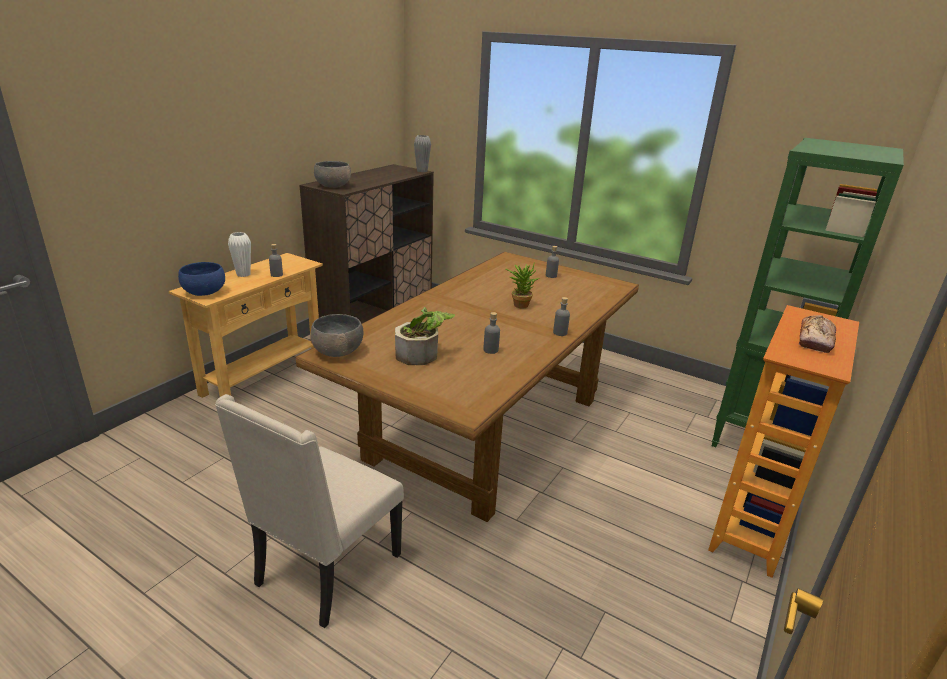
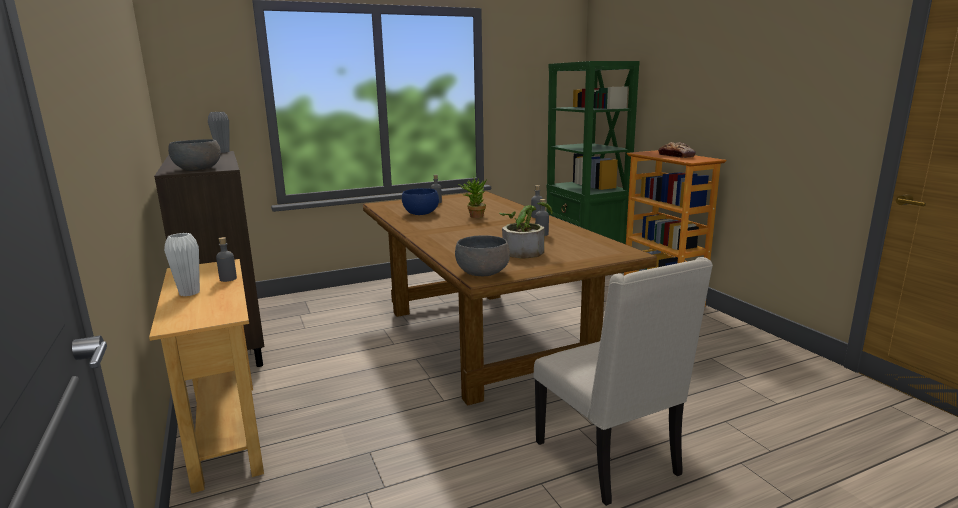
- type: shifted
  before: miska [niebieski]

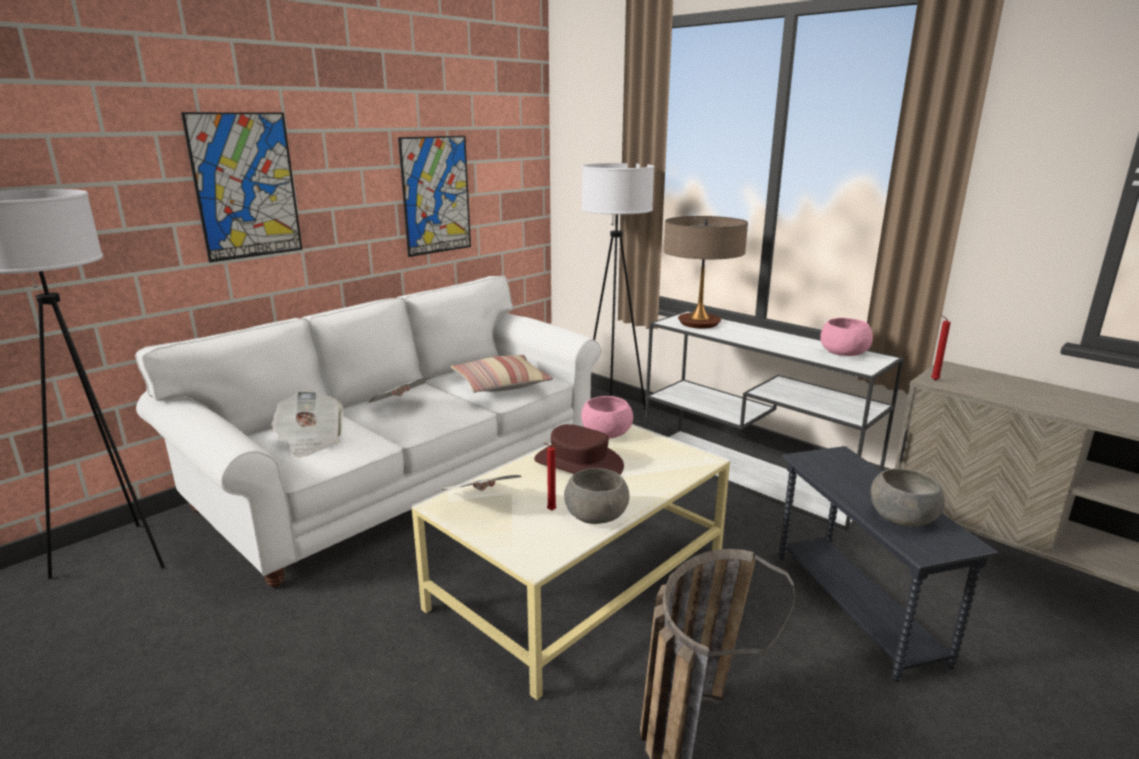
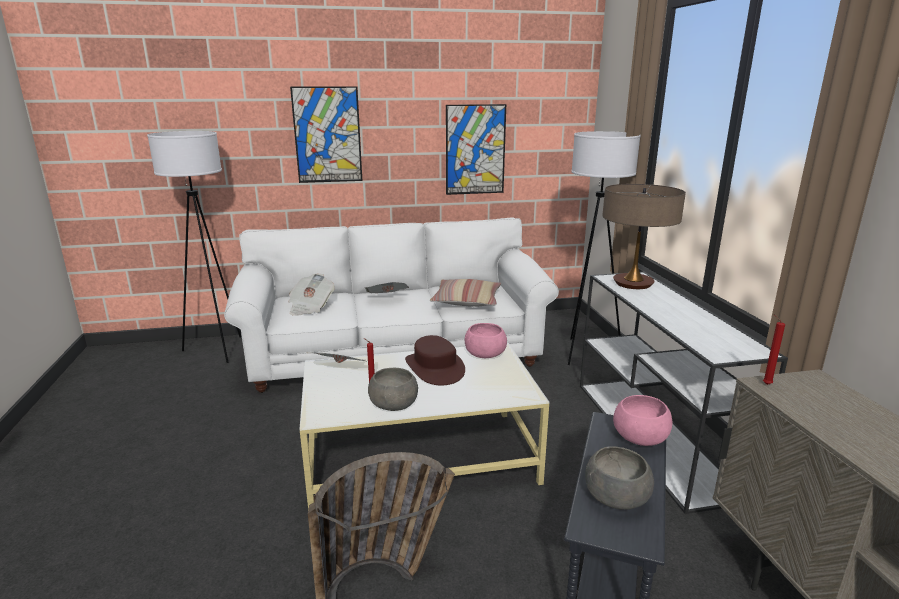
- type: shifted
  before: miska [różowy] (no. 2 from left)

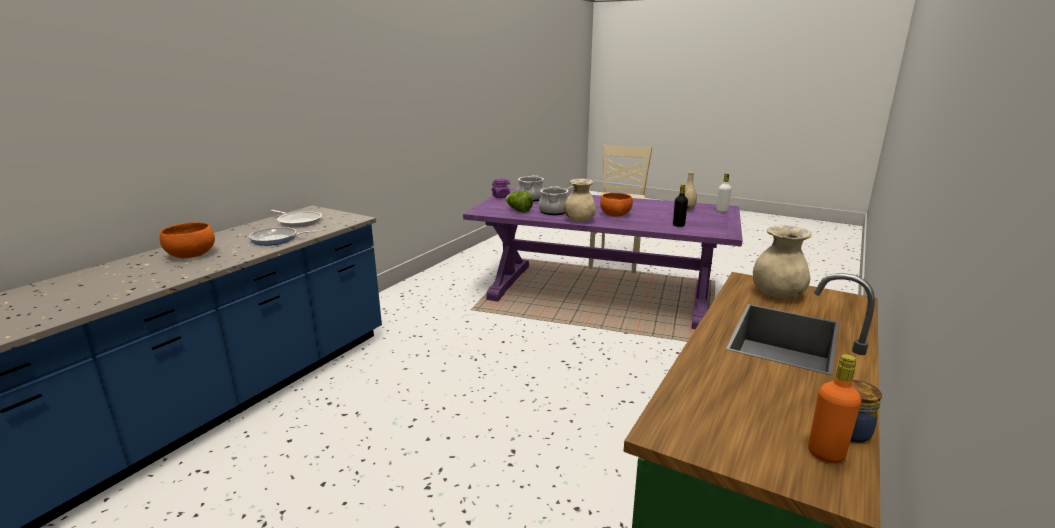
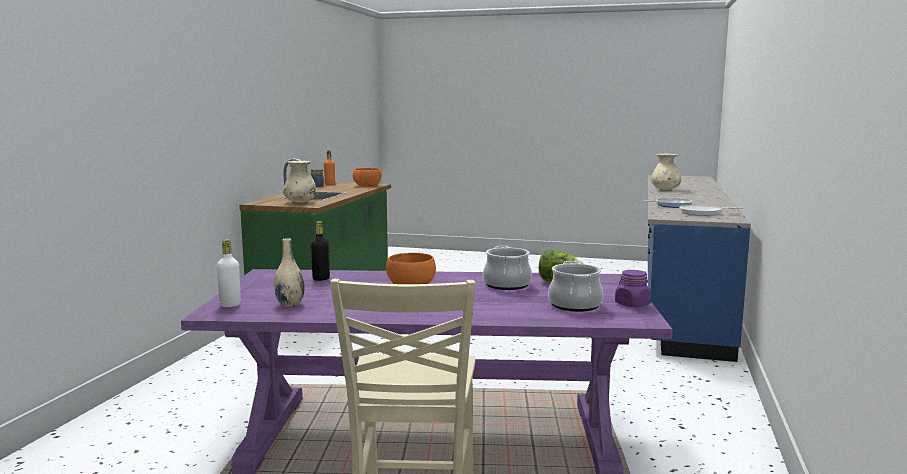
- type: shifted
  before: miska [pomarańczowy] (no. 1 from left)
- type: shifted
  before: wazon [beżowy] (no. 1 from left in the first image)
  after: wazon [beżowy] (no. 3 from left)

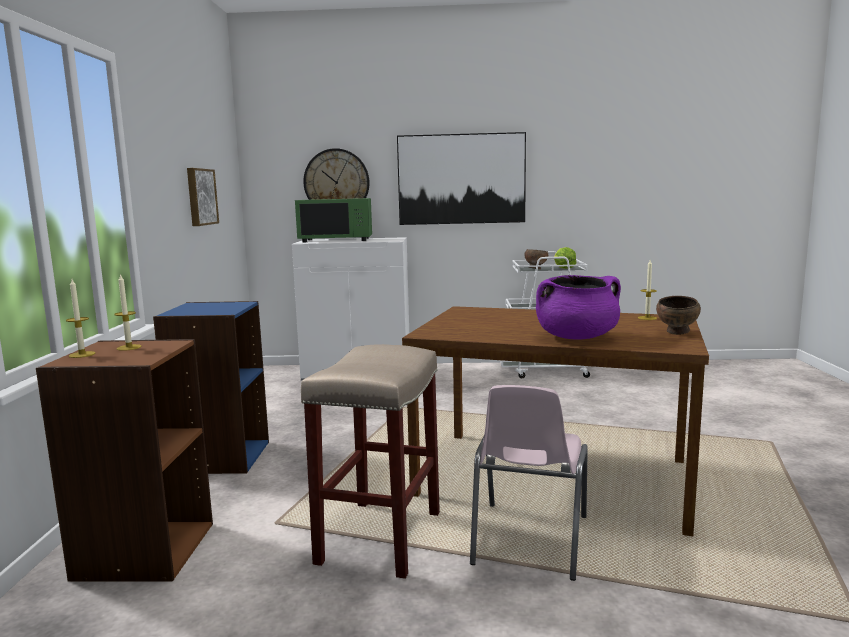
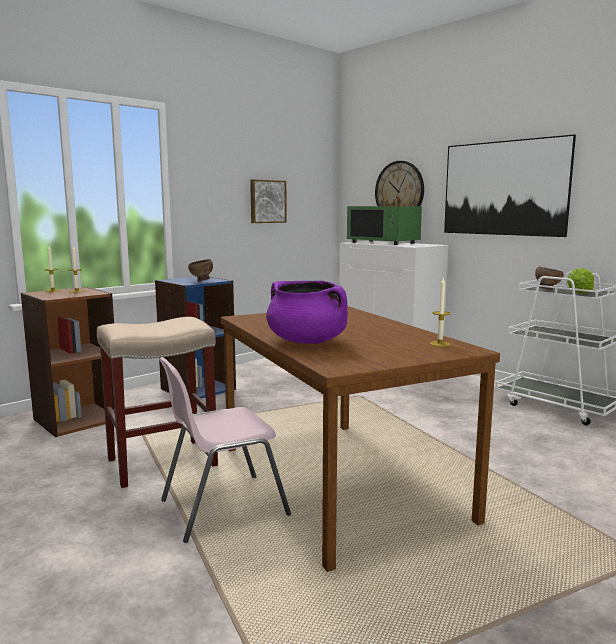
- type: shifted
  before: miska [brązowy] (no. 2 from left in the first image)
  after: miska [brązowy] (no. 1 from left)

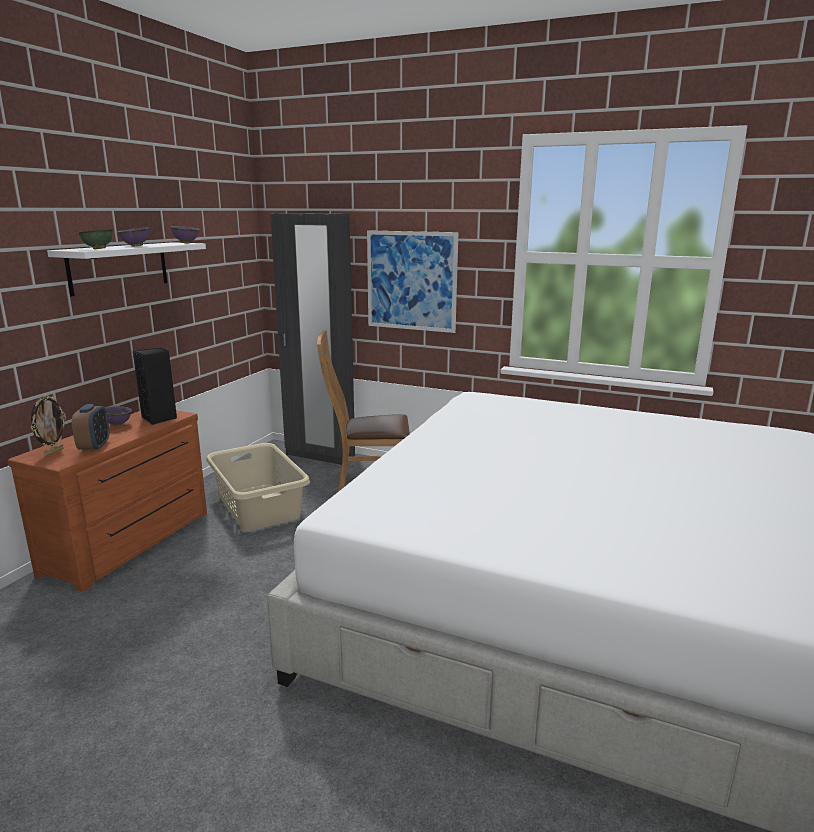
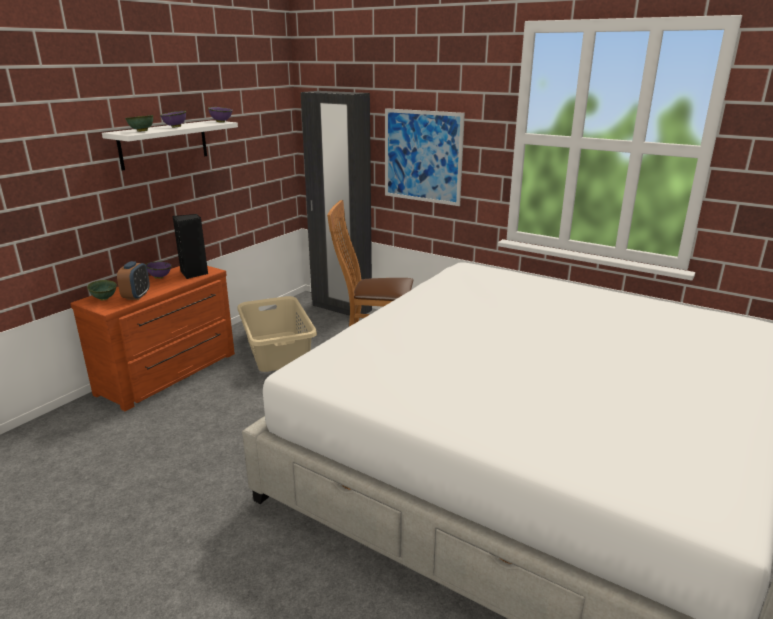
- type: swapped
  before: ramka na zdjęcie
  after: miska [zielony] (no. 1 from left)

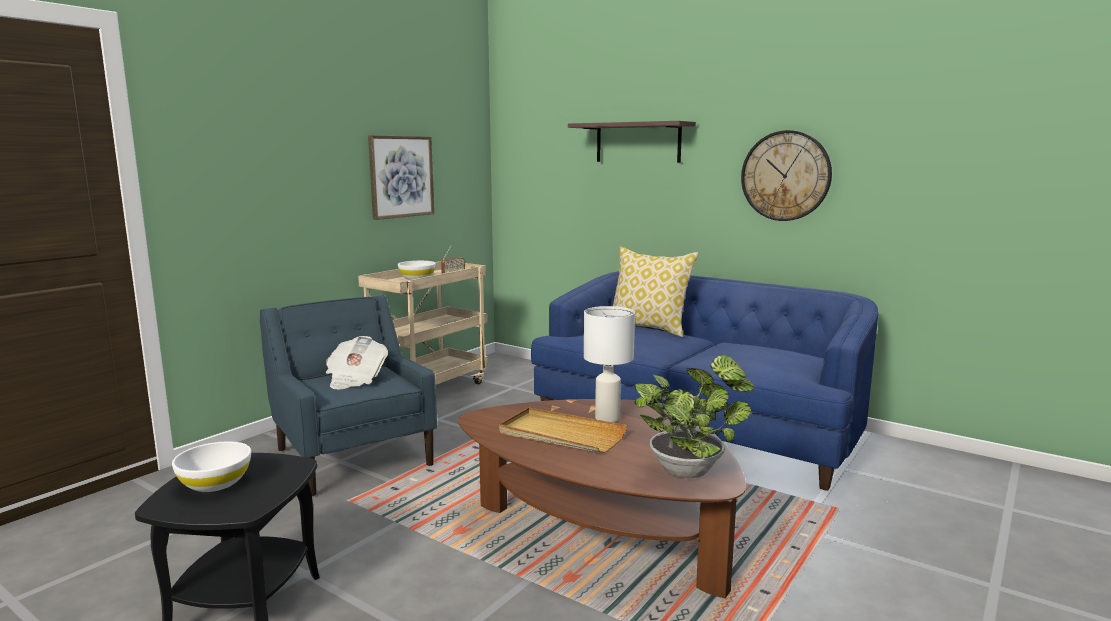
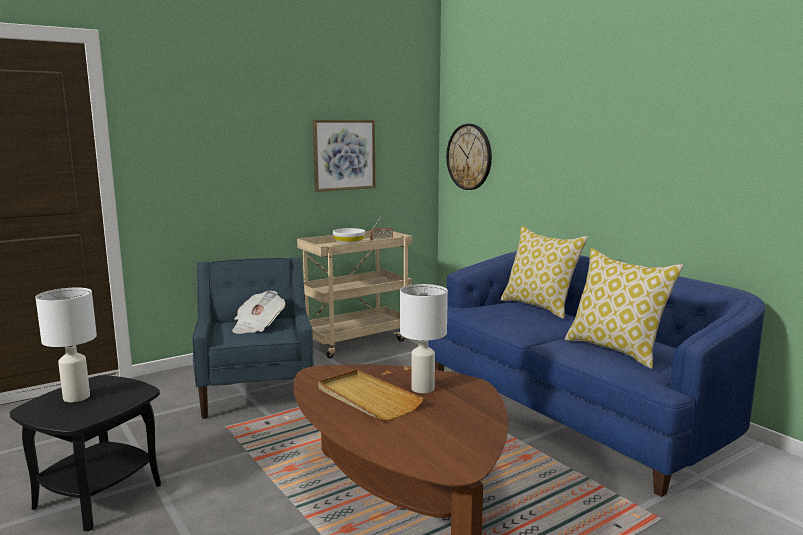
- type: gone
  before: półka
- type: gone
  before: roślina doniczkowa
- type: new
  after: poduszka (no. 2 from left)
- type: shifted
  before: zegar ścienny
- type: swapped
  before: miska [biały] (no. 1 from left)
  after: lampa stołowa [biały] (no. 1 from left)

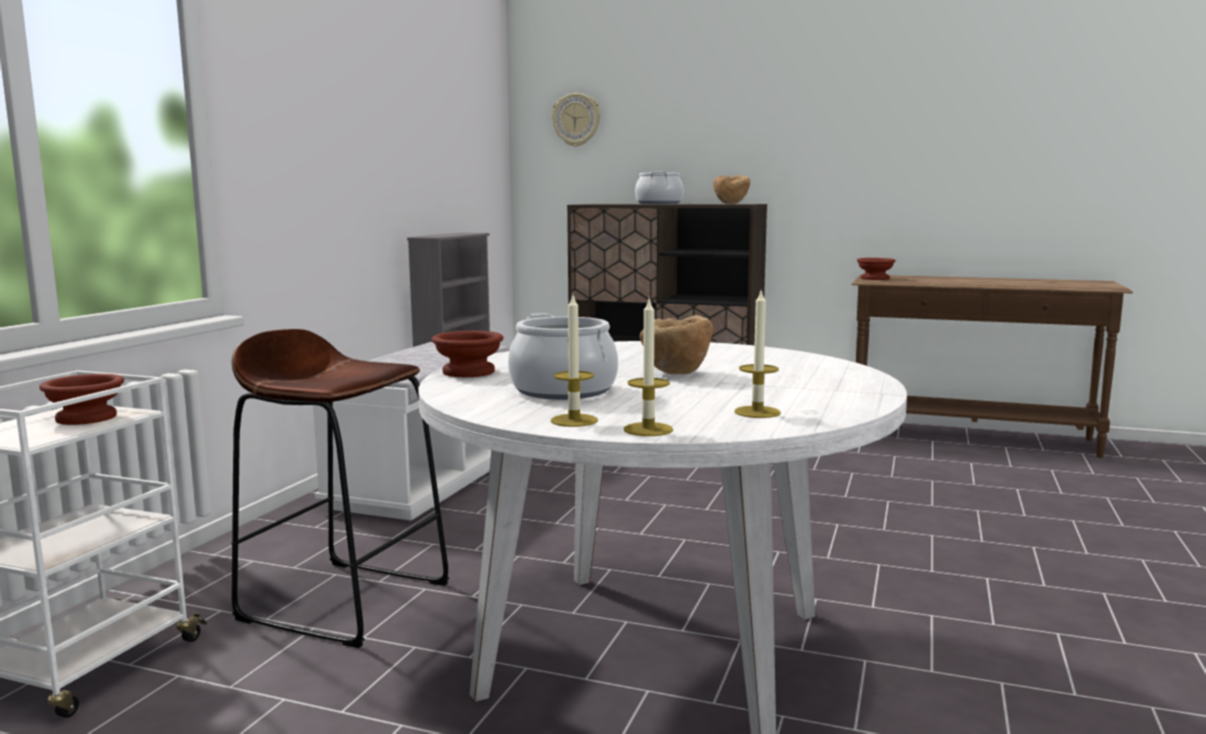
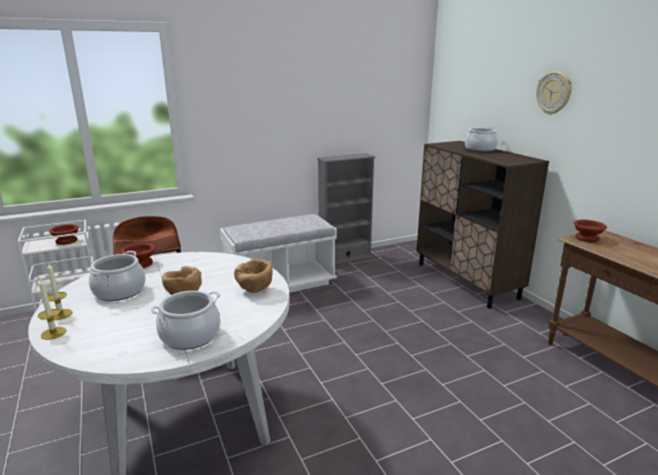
- type: gone
  before: świeca (no. 3 from left)
- type: new
  after: garnek (no. 2 from left)
- type: shifted
  before: zegar ścienny
- type: shifted
  before: miska [brązowy] (no. 4 from left)

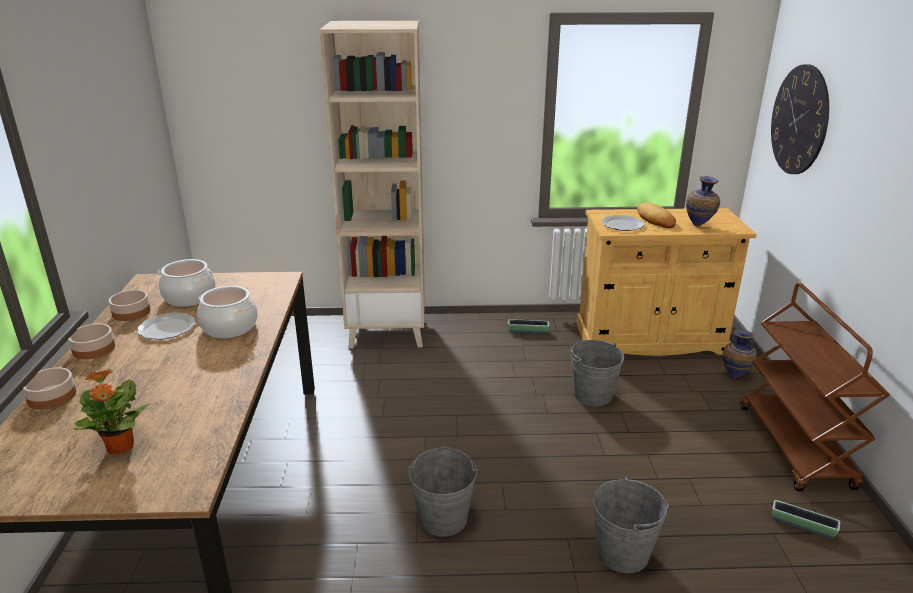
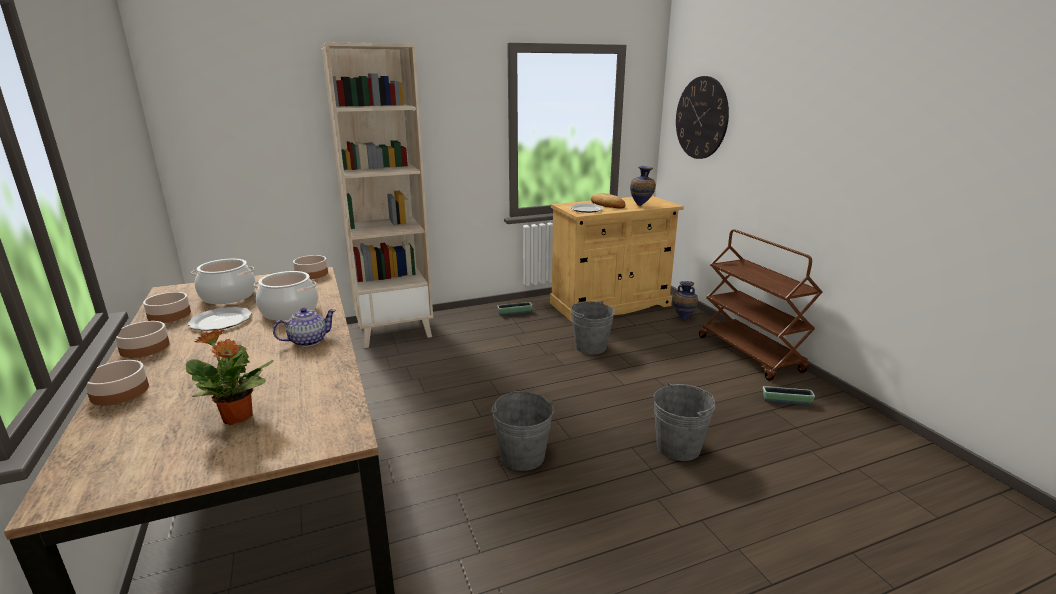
- type: new
  after: imbryk
- type: new
  after: miska (no. 4 from left)

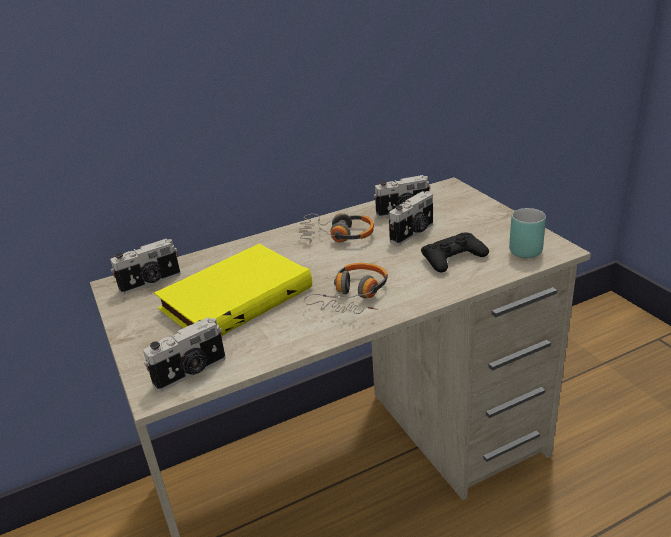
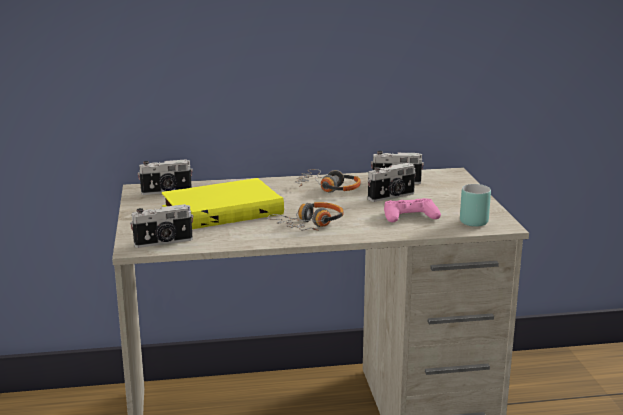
- type: repainted
  before: pad do gier [czarny]
  after: pad do gier [różowy]

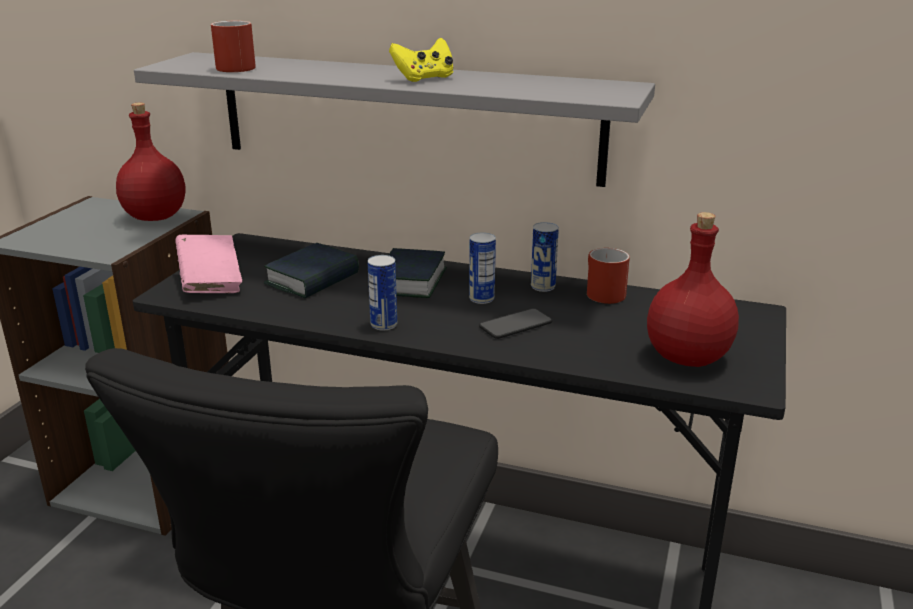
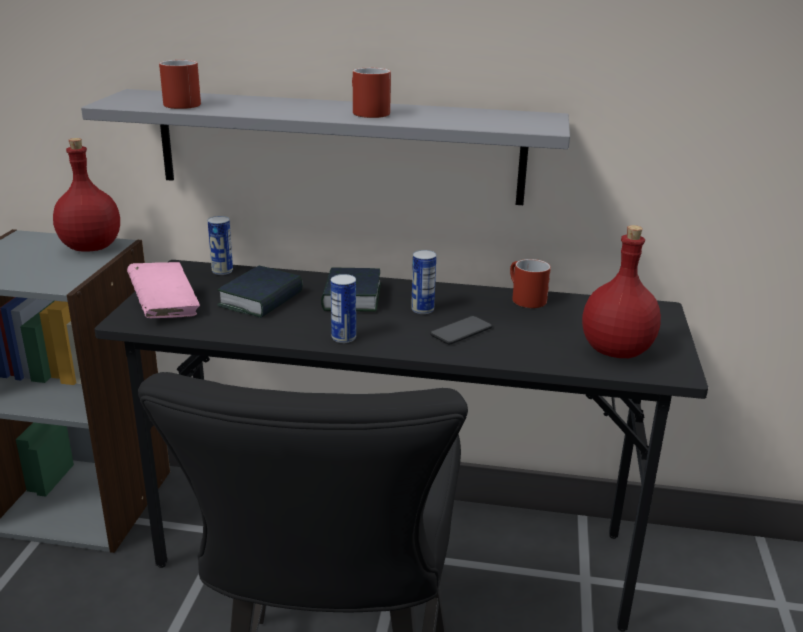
- type: shifted
  before: puszka (no. 3 from left in the first image)
  after: puszka (no. 1 from left)
- type: swapped
  before: pad do gier [żółty]
  after: kubek [czerwony] (no. 2 from left)

